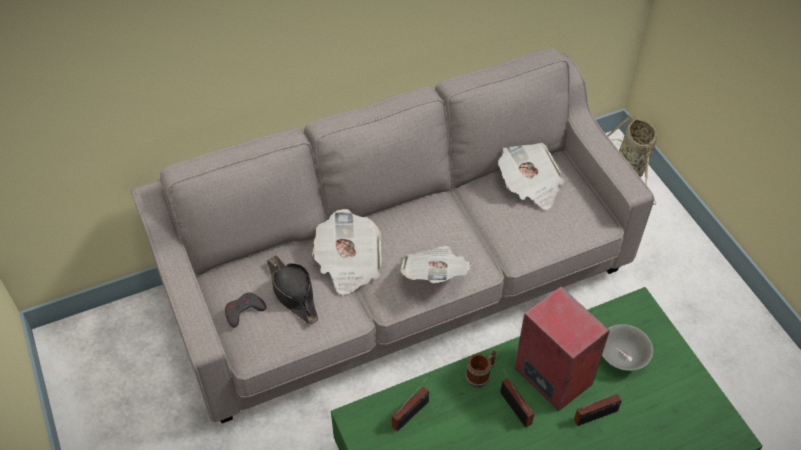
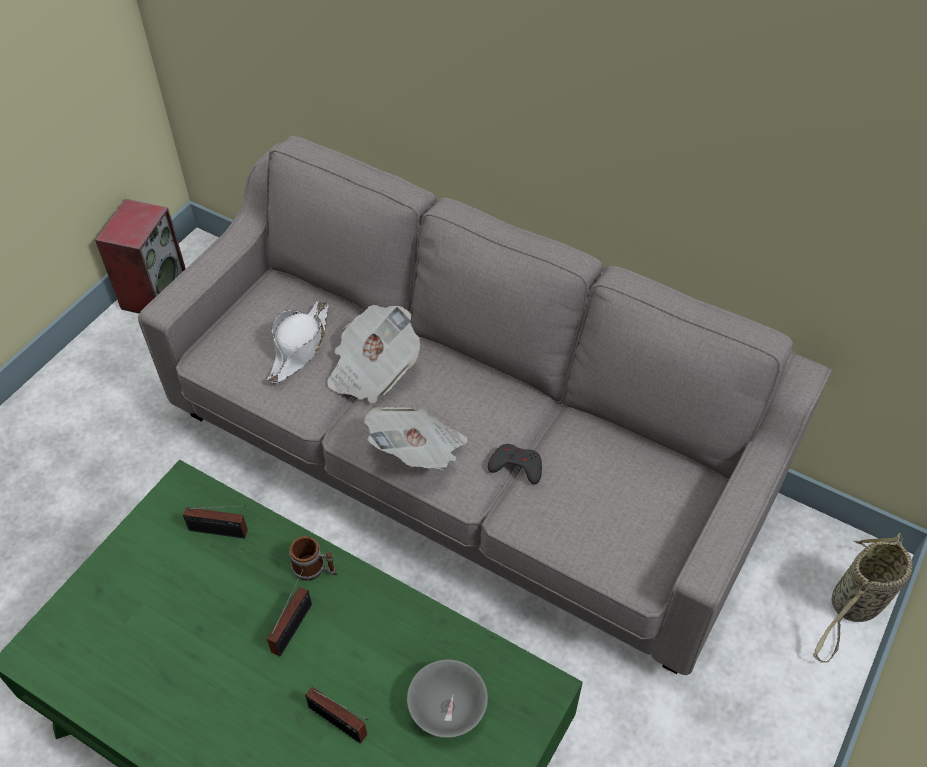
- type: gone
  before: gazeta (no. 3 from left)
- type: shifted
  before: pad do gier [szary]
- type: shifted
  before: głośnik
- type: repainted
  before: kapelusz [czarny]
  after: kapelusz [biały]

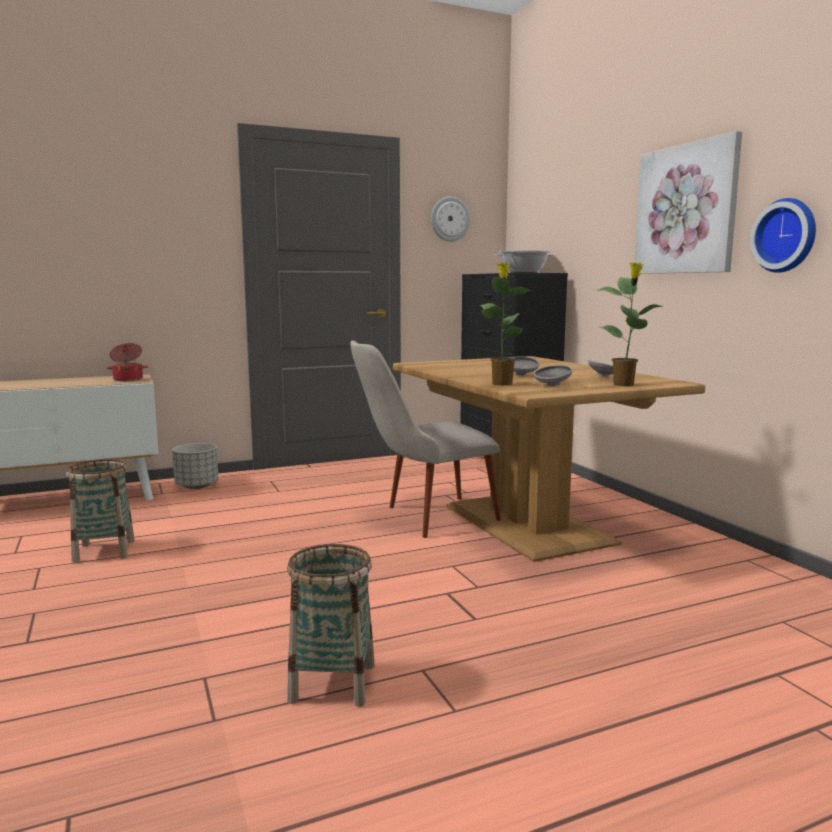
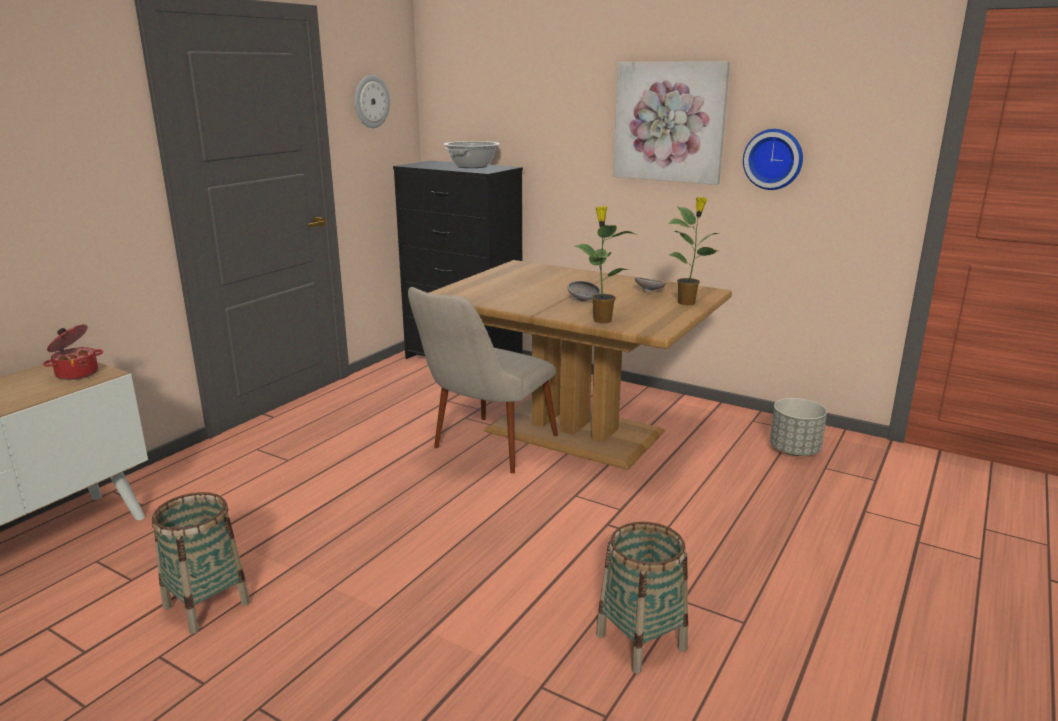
- type: gone
  before: miska [szary] (no. 2 from left)
- type: shifted
  before: donica [szary]

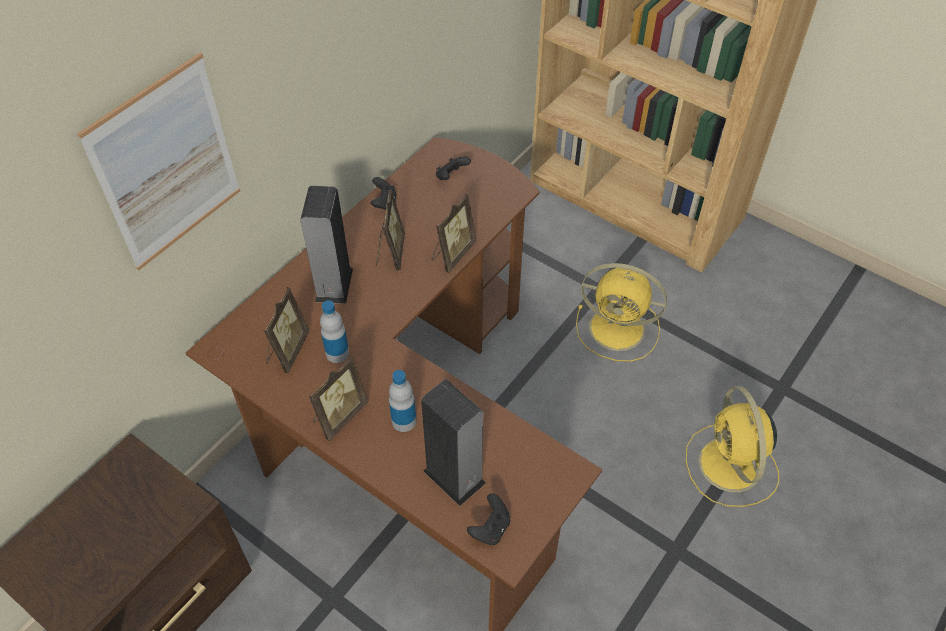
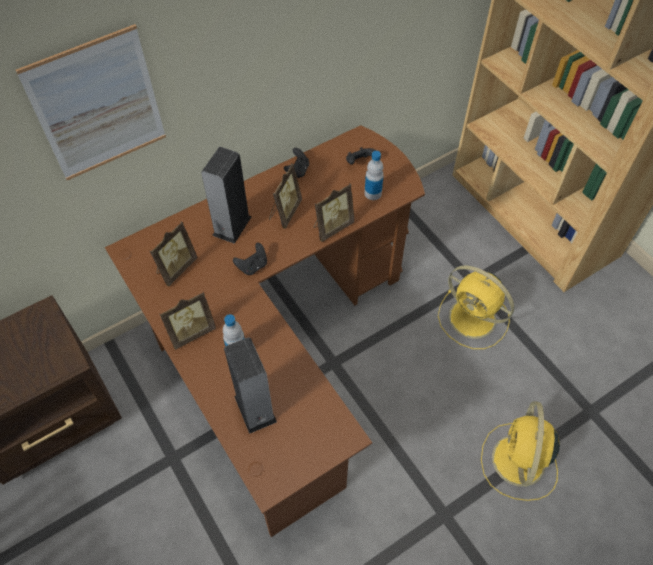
- type: shifted
  before: butelka (no. 1 from left in the first image)
  after: butelka (no. 2 from left)
- type: shifted
  before: pad do gier [czarny] (no. 3 from left in the first image)
  after: pad do gier [czarny] (no. 1 from left)

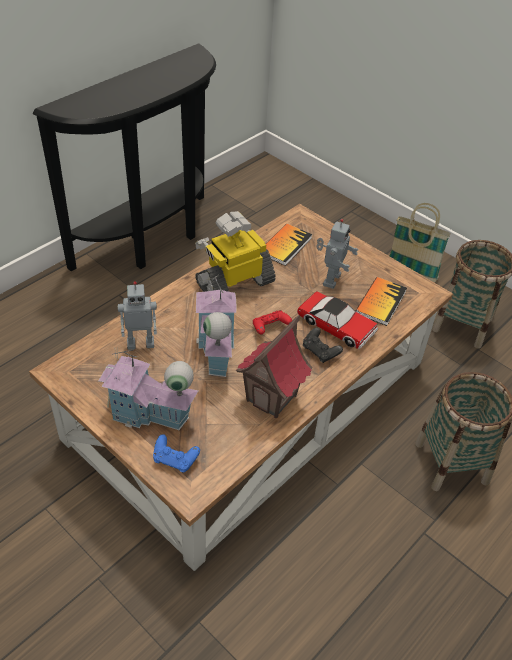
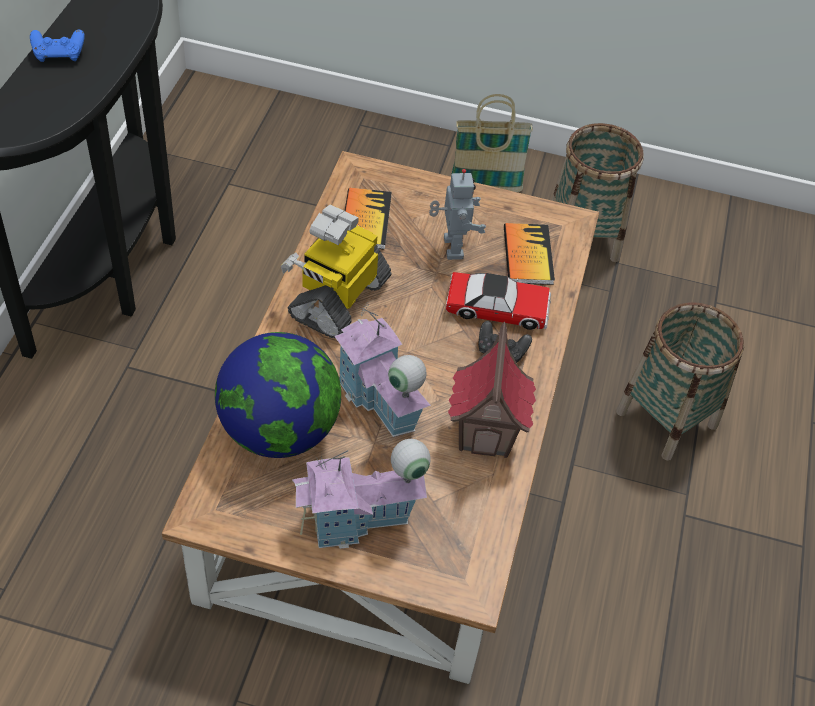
- type: gone
  before: pad do gier [czerwony]
- type: shifted
  before: pad do gier [niebieski]
- type: swapped
  before: robot zabawkowy (no. 1 from left)
  after: globus

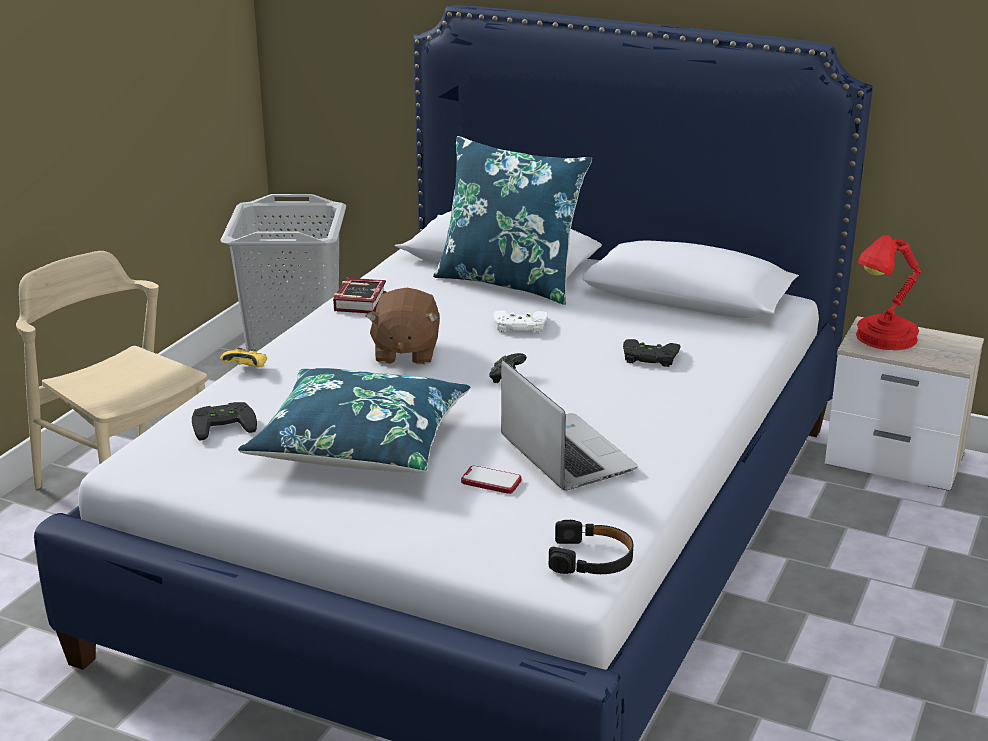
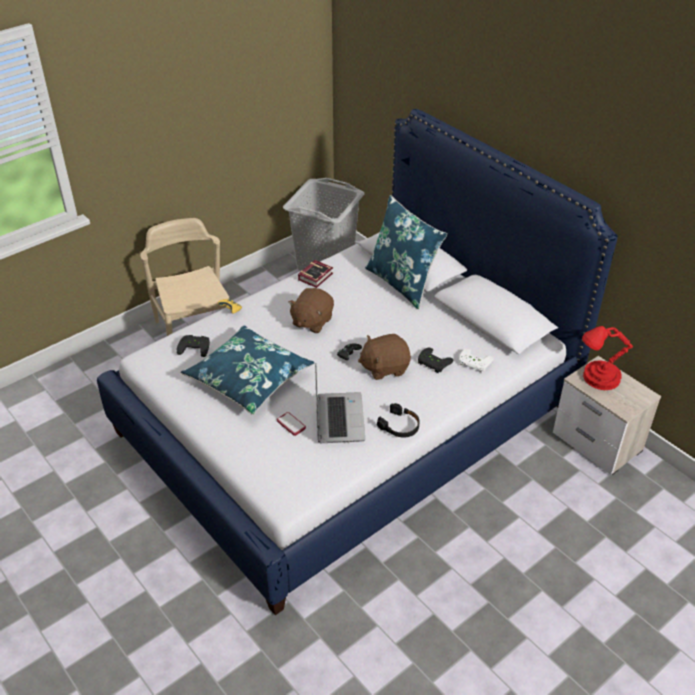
- type: new
  after: pluszak [brązowy] (no. 2 from left)
- type: shifted
  before: pad do gier [biały]
- type: shifted
  before: słuchawki [czarny]

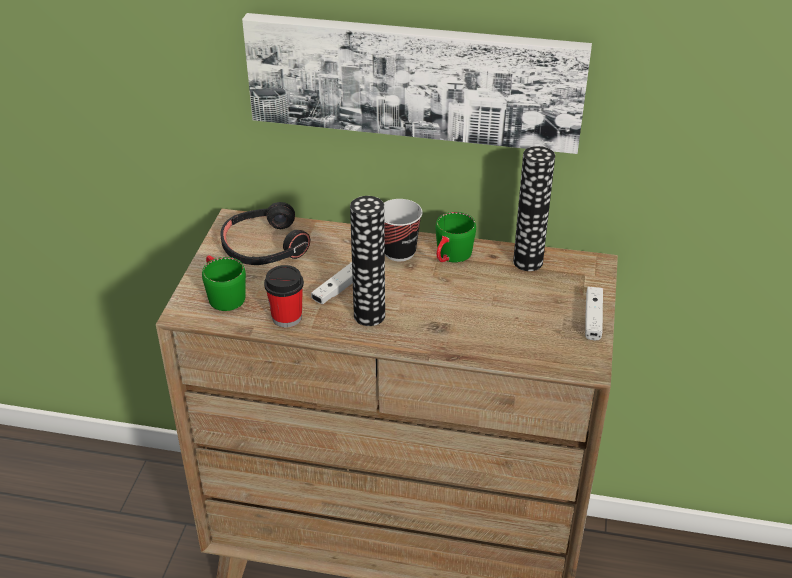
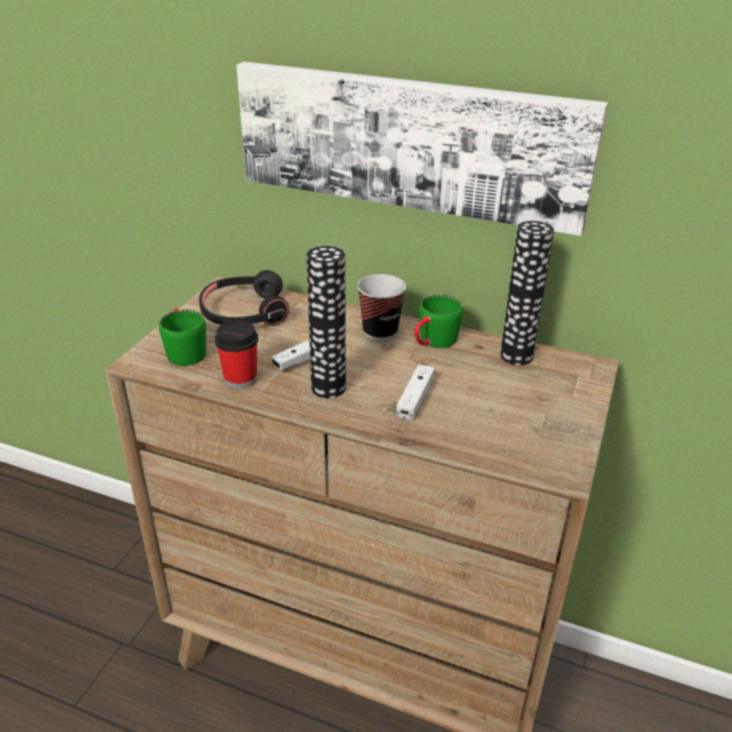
- type: shifted
  before: pad do gier [biały] (no. 2 from left)

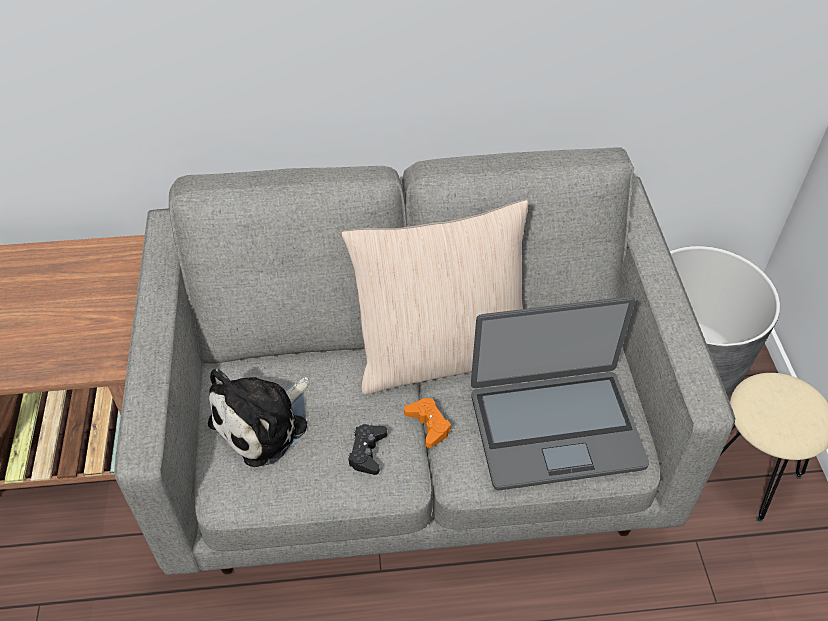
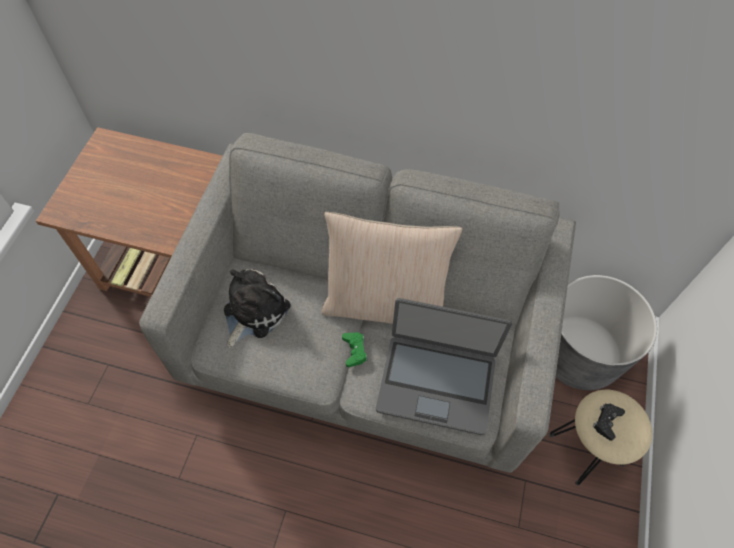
- type: shifted
  before: pad do gier [czarny]
- type: repainted
  before: pad do gier [pomarańczowy]
  after: pad do gier [zielony]
- type: rotated
  before: pluszak
  turn: 150

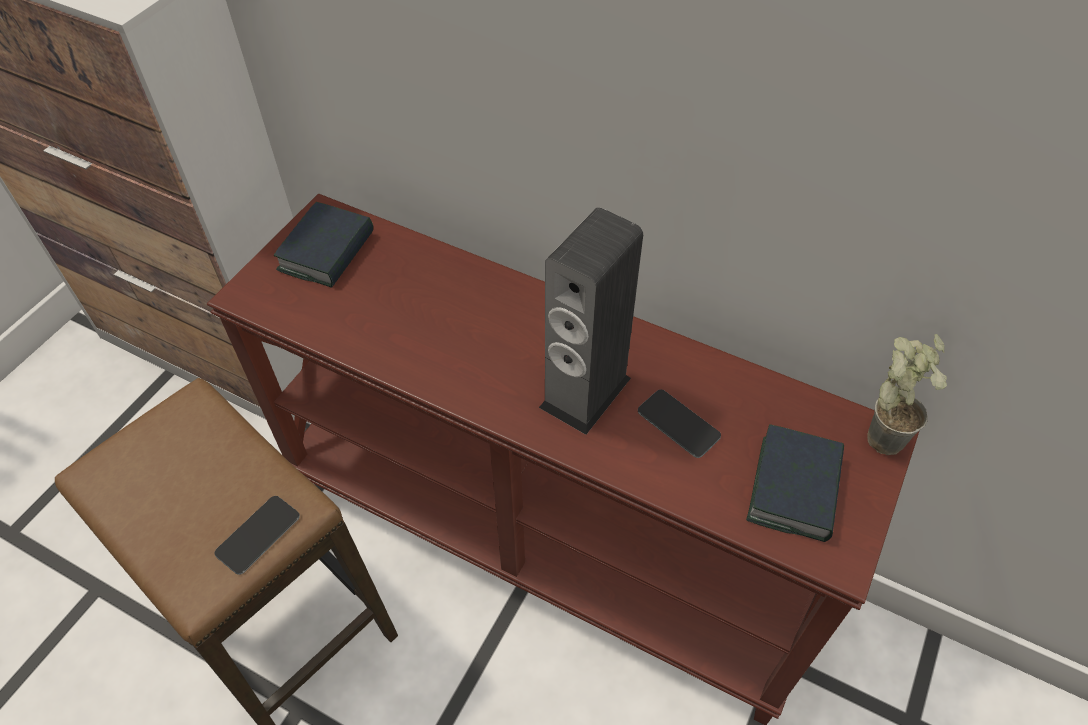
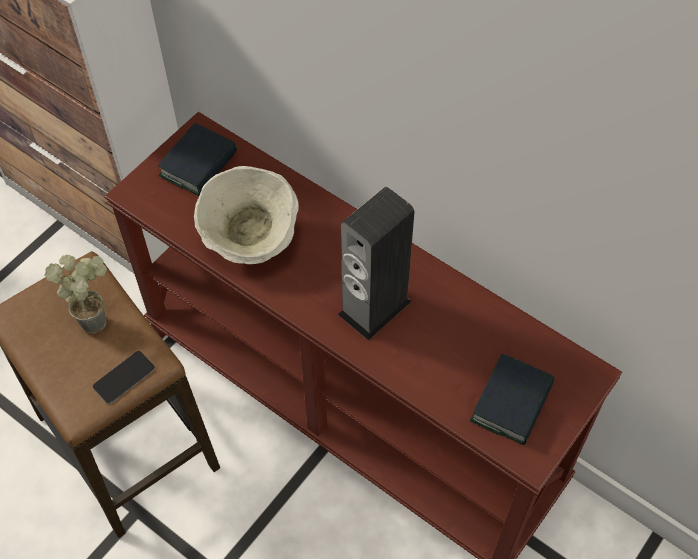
- type: gone
  before: telefon (no. 2 from left)
- type: new
  after: miska [beżowy]
- type: shifted
  before: roślina doniczkowa

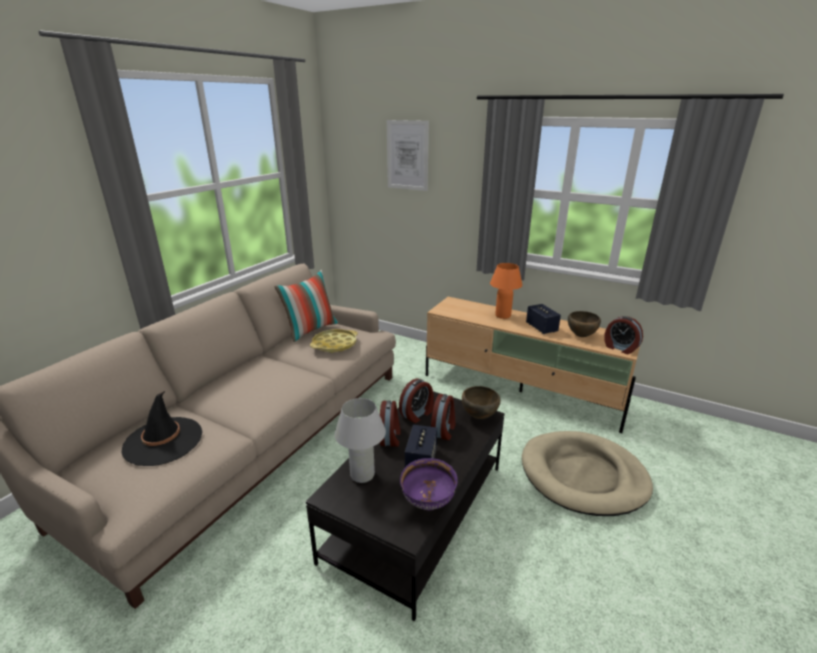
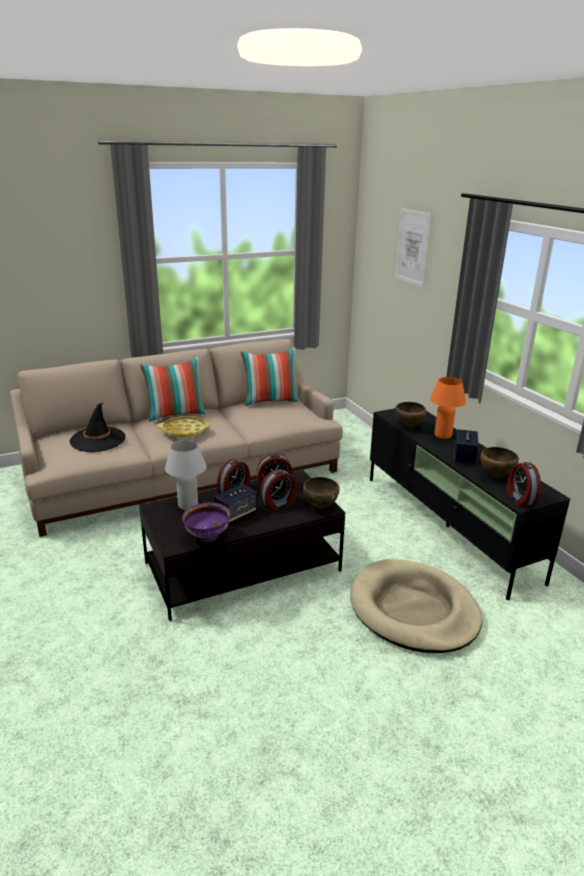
- type: new
  after: poduszka (no. 1 from left)
- type: new
  after: miska [brązowy] (no. 2 from left)
- type: shifted
  before: taca [żółty]
- type: repainted
  before: szafka pod telewizor [beżowy]
  after: szafka pod telewizor [czarny]

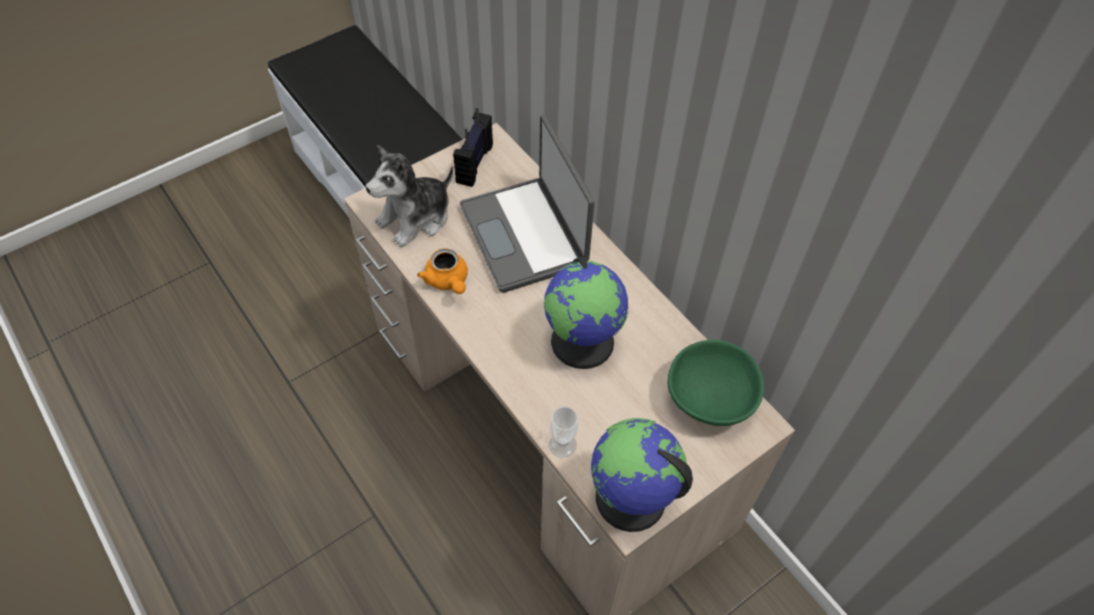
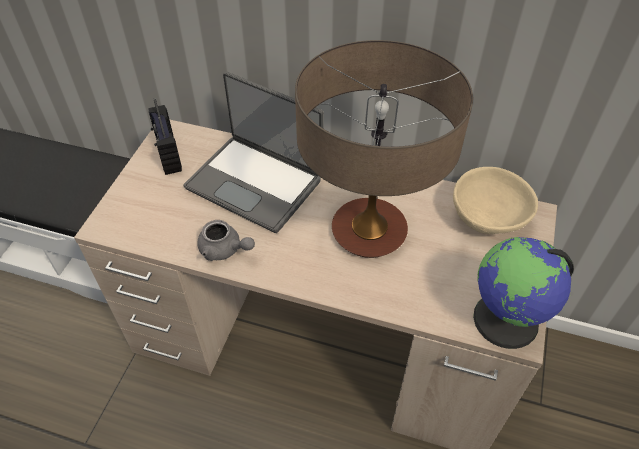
- type: gone
  before: pluszak
- type: gone
  before: filiżanka
- type: swapped
  before: globus (no. 1 from left)
  after: lampa stołowa
- type: repainted
  before: imbryk [pomarańczowy]
  after: imbryk [szary]
- type: repainted
  before: miska [zielony]
  after: miska [beżowy]

